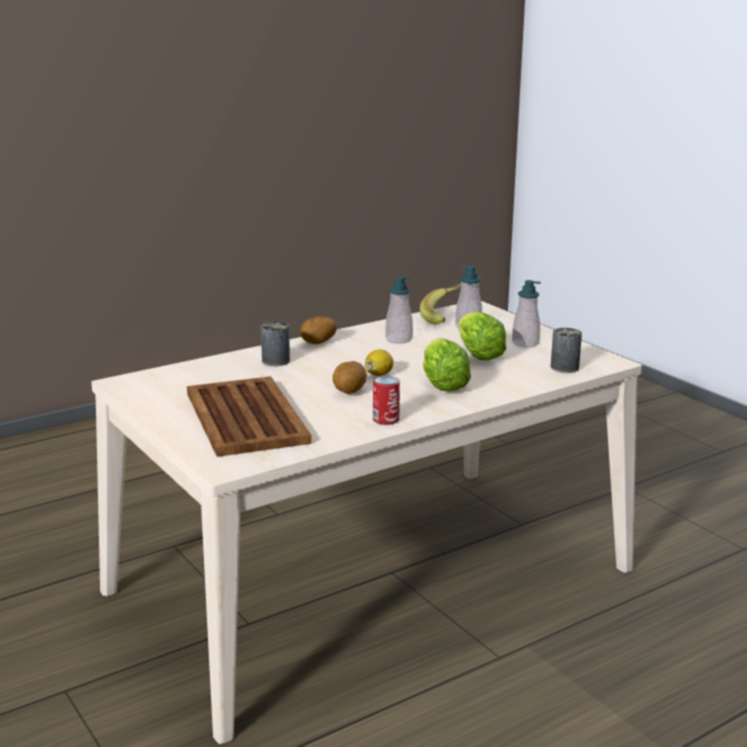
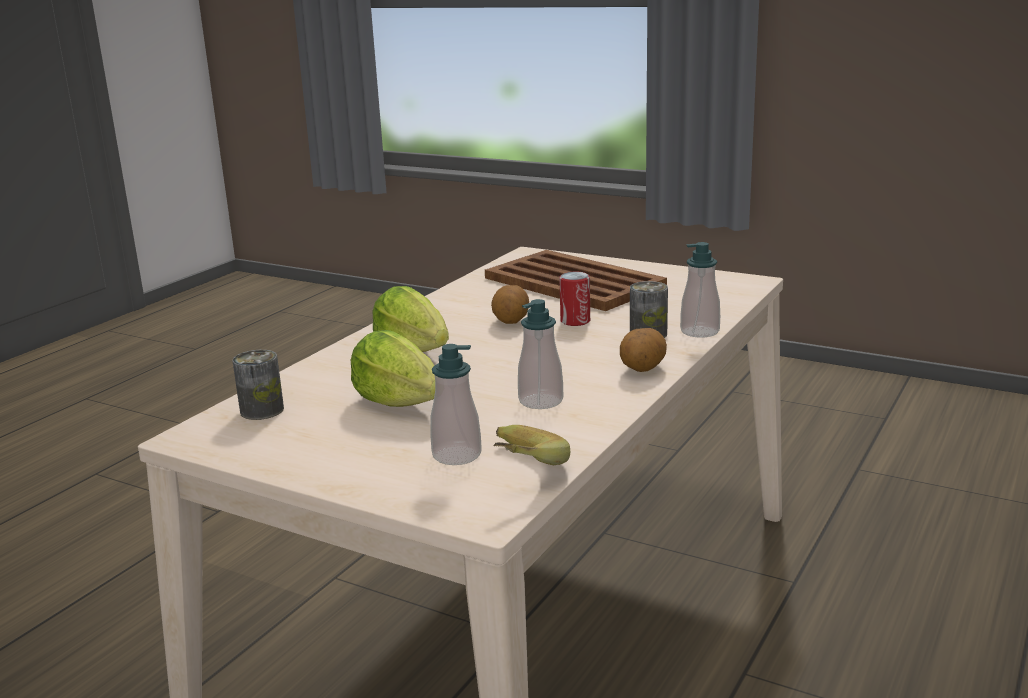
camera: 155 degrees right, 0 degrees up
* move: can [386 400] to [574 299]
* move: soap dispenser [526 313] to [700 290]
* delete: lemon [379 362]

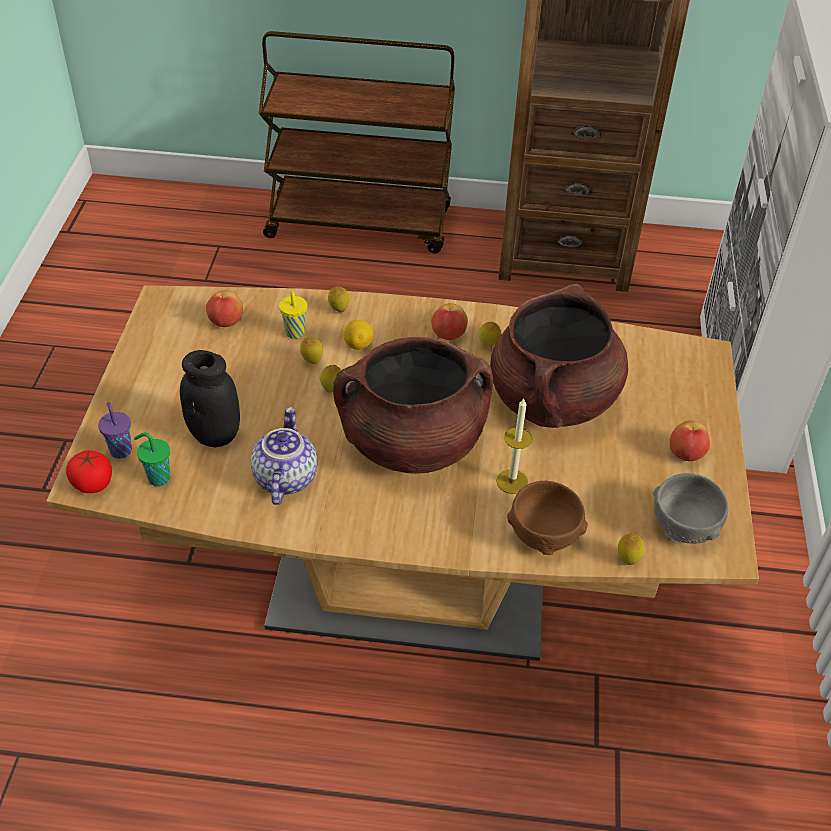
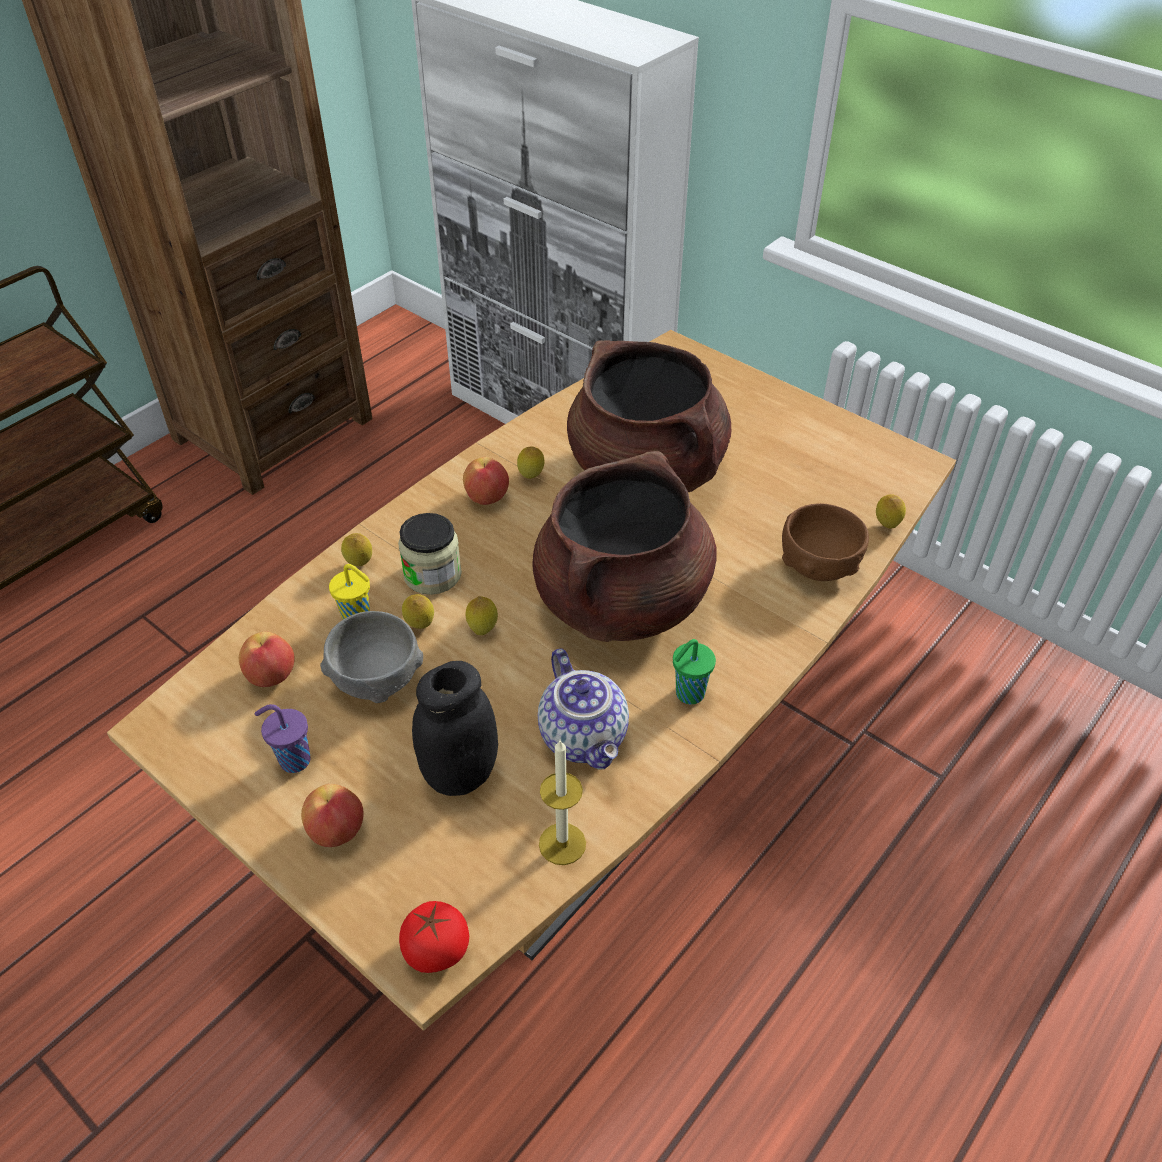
camera: 55 degrees left, 0 degrees up
* move: purple cup [115 430] to [283 738]
* move: apple [690 441] to [332 815]
* move: grey bowl [690 508] to [371 657]
* replace: lemon [358 335] to jar [430 554]
* rotate: teapot [284 456] = [583 709] 150 degrees counterclockwise
* move: candle [514 446] to [562 802]
* move: green cup [152 459] to [694 672]

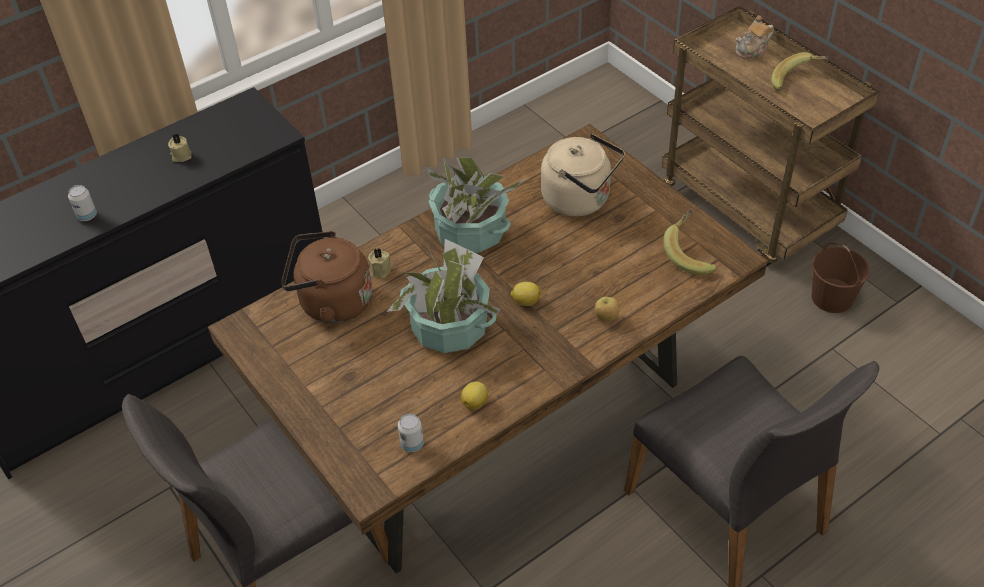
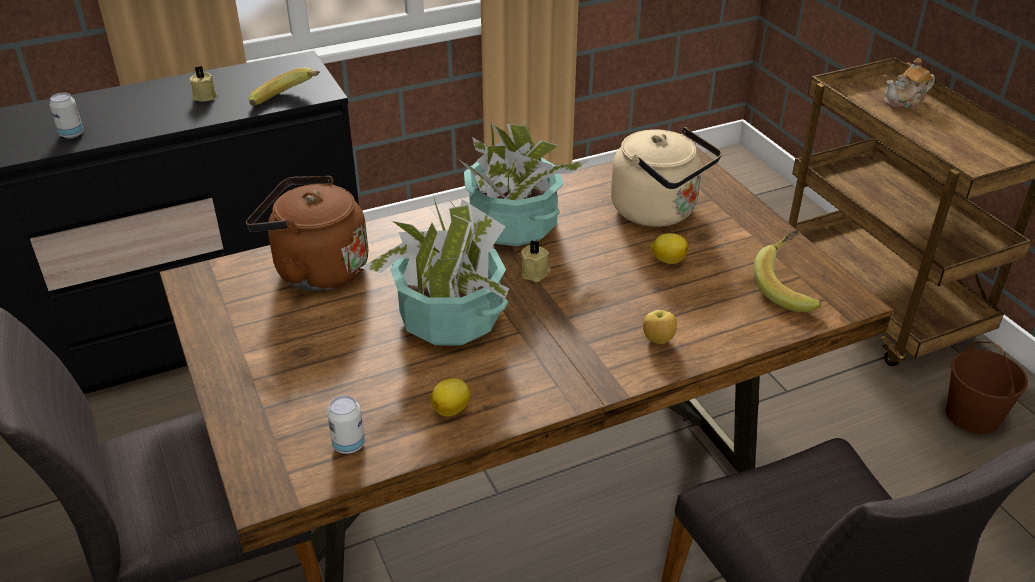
camera: 10 degrees right, 10 degrees down
* move: banana [800 71] to [284 87]
* move: beige candle [380 263] to [536 261]
* move: lemon [525 294] to [669 248]

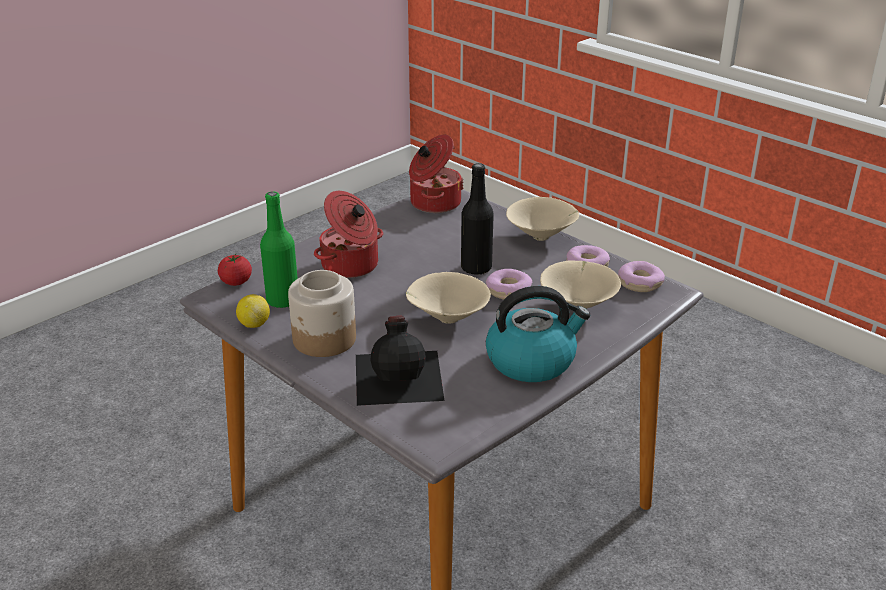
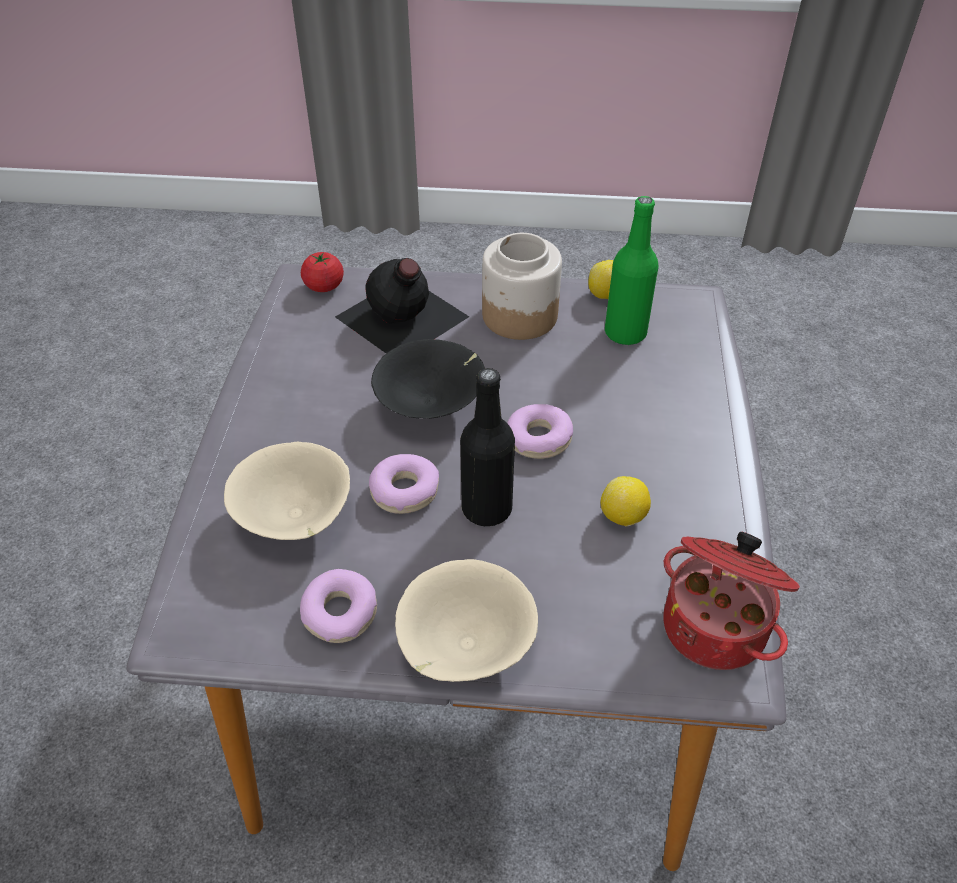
camera: 140 degrees right, 15 degrees up
* move: tomato [235 270] to [322 272]
* recolor: beige bowl [448 298] to black bowl [428 379]
* move: donut [641 276] to [540 431]
* insert: lemon [625 501]
* delete: cooking pot [348 234]
* delete: kettle [538 334]

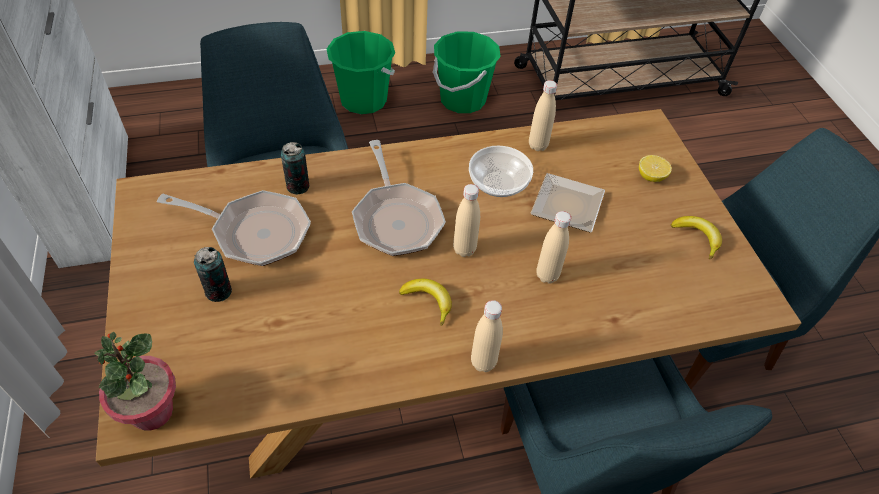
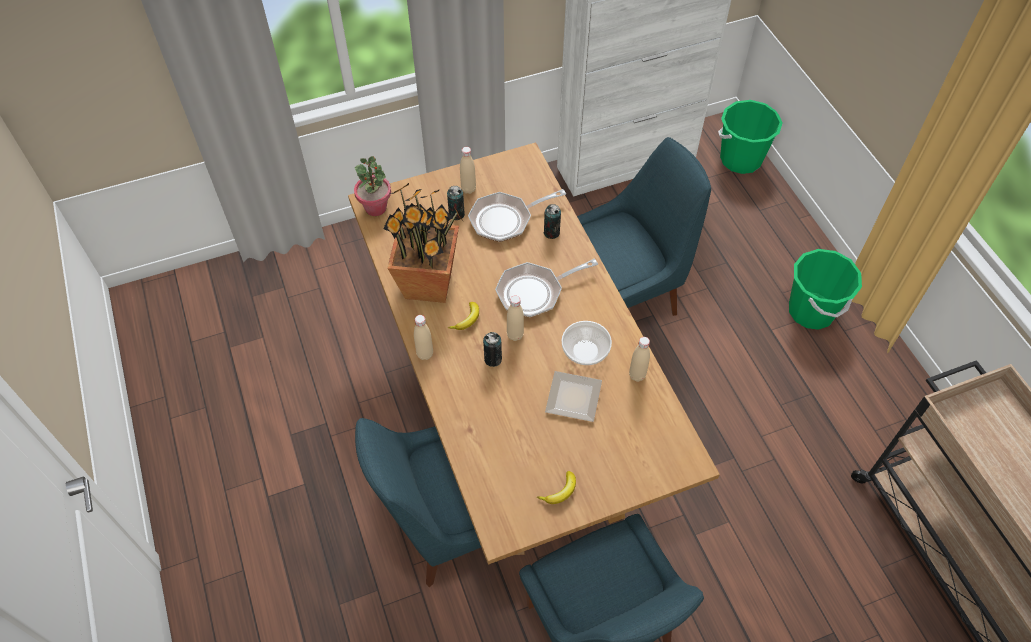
camera: 85 degrees right, 5 degrees up
* insert: potted plant [423 243]
* move: beige bottle [553 247] to [468 170]
* rotate: frying pan [234 228] = [517 215] 60 degrees clockwise
* insert: can [492 349]
* move: green bucket [467 72] to [750 137]
* delete: lemon [655 168]

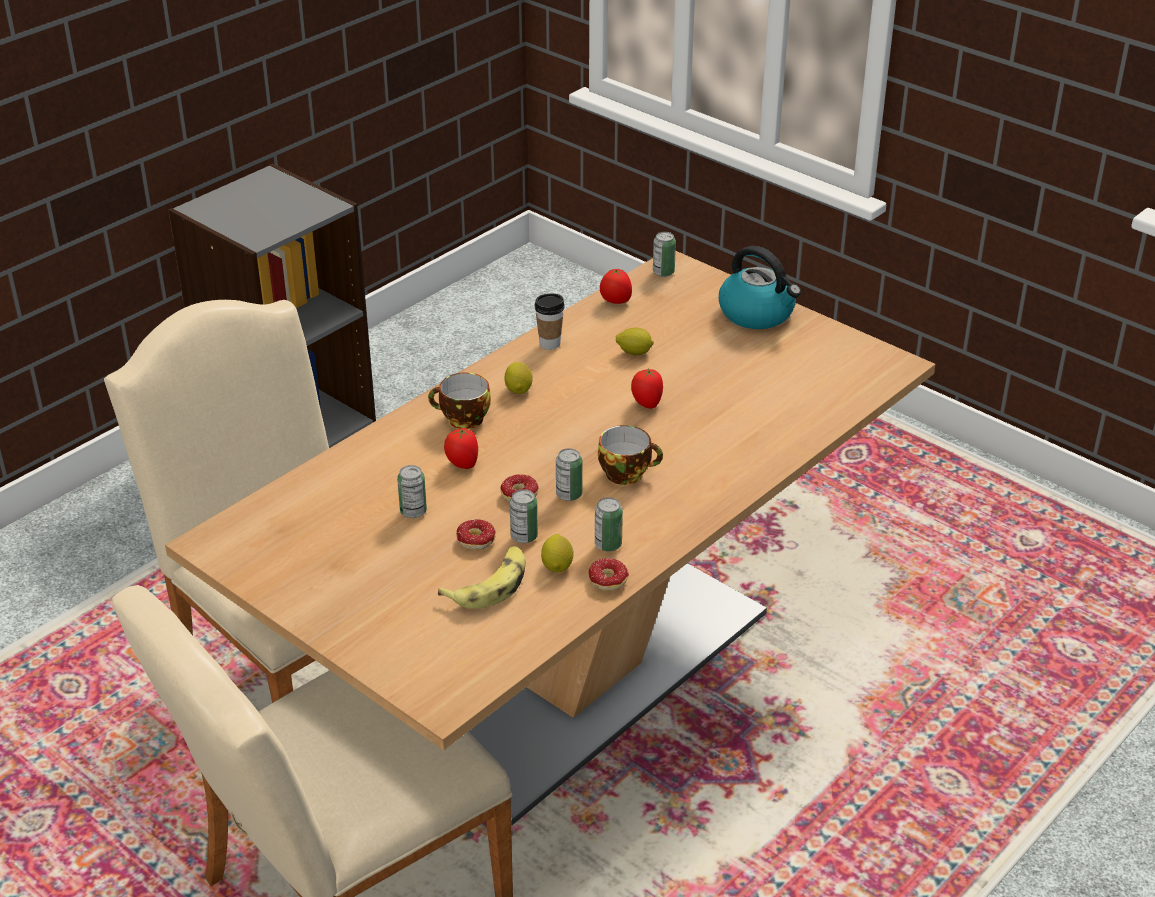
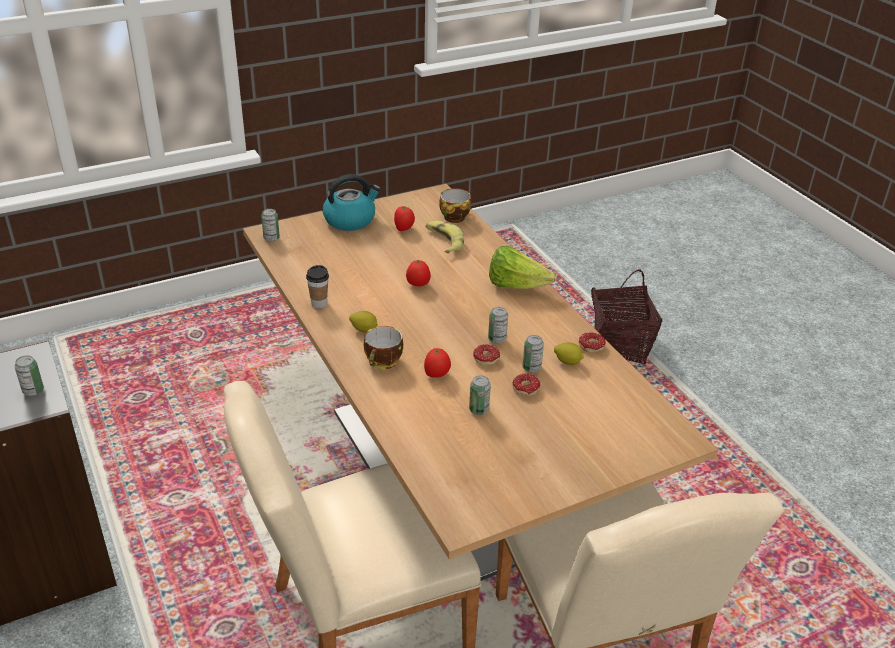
camera: 70 degrees left, 0 degrees up
* move: can [609 524] to [29 375]
* move: tomato [616 286] to [404 218]
* move: banana [481 577] to [444 237]
* move: cup [630 455] to [455 205]
* insert: lettuce [523 267]
* insert: basket [627 317]
* delete: lemon [635 341]

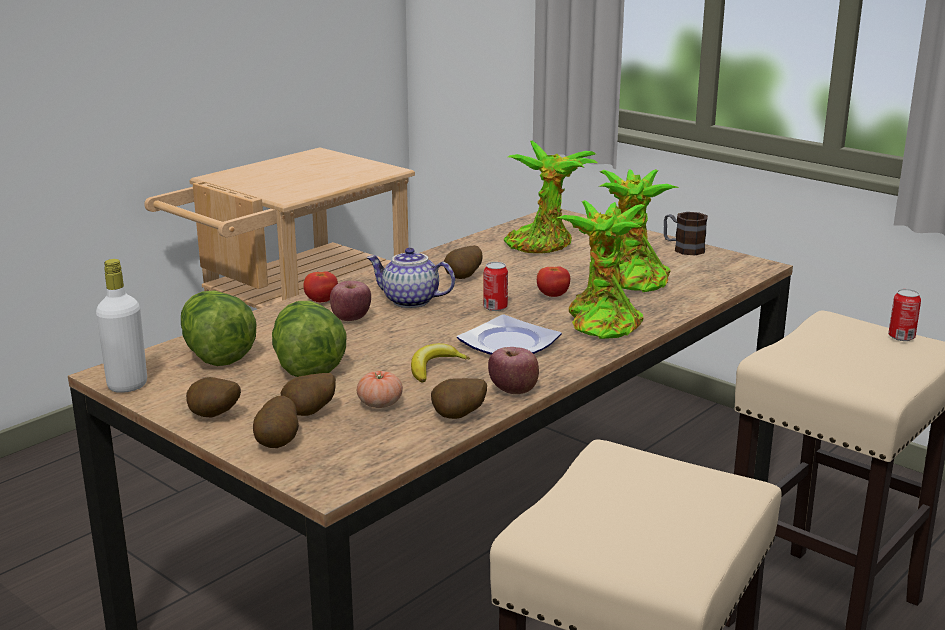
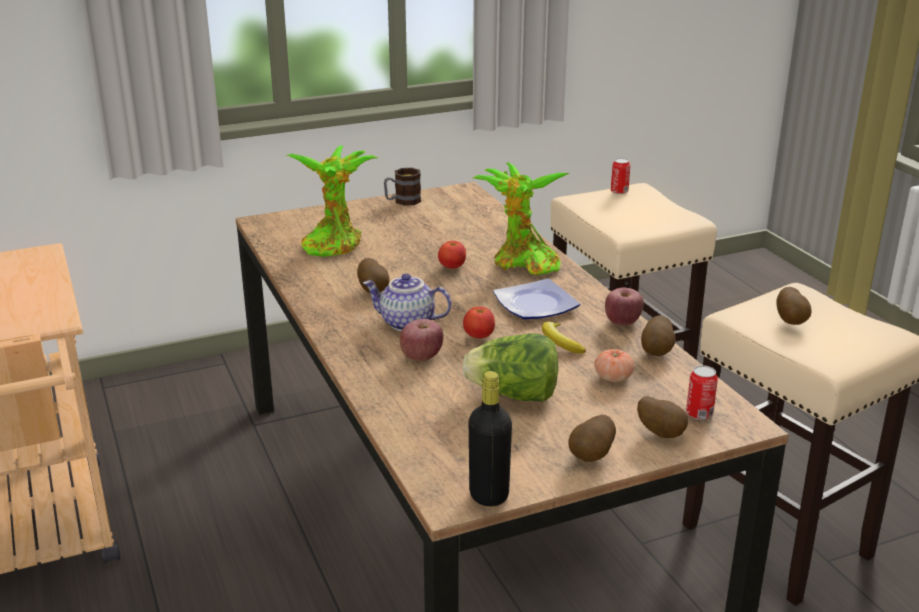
camera: 65 degrees left, 5 degrees up
* rotate: teapot [410 278] = [407 302] 60 degrees clockwise
* move: tomato [320 286] to [479 322]
* recolor: white bottle [121 326] to black bottle [490 438]
* move: can [495 286] to [702 392]
* move: potato [308 394] to [794 306]
* delete: lettuce [218 328]
* delete: potted plant [639 230]

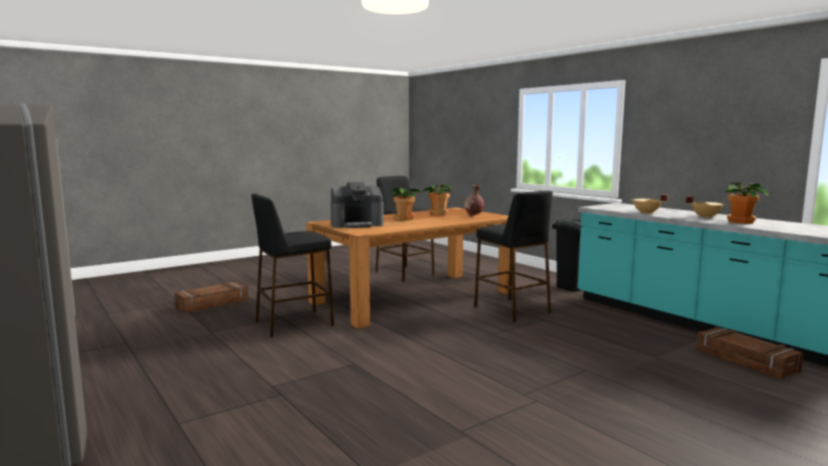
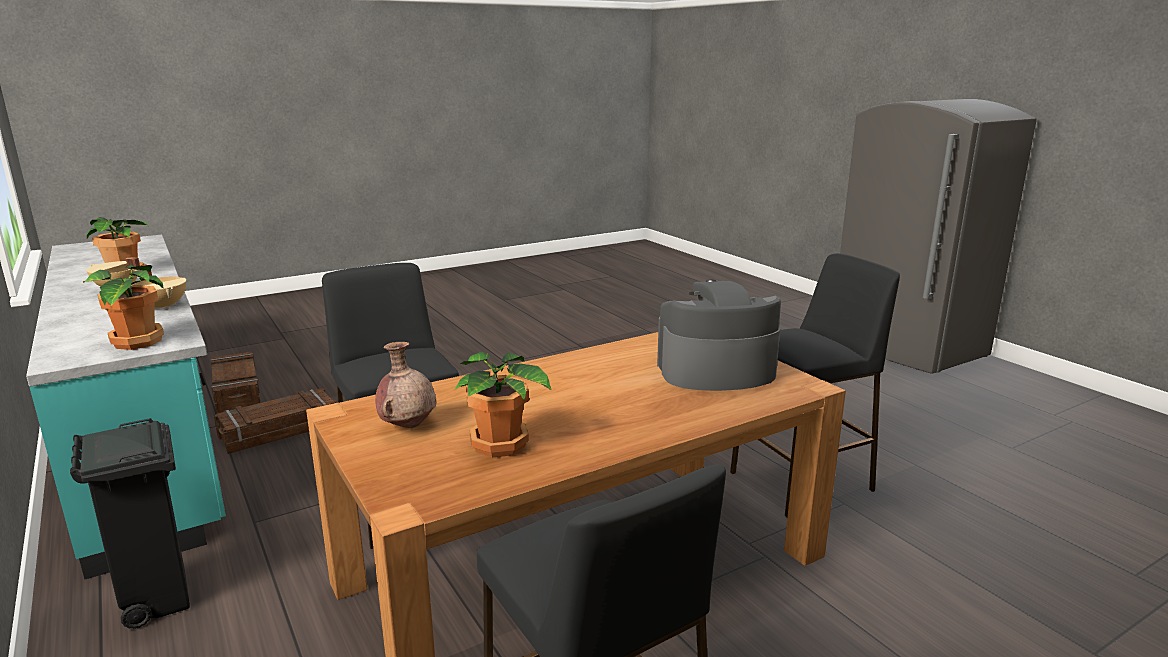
camera: 175 degrees left, 10 degrees up
* move: potted plant [406 204] to [123 307]
* move: crate [211 297] to [275 421]

